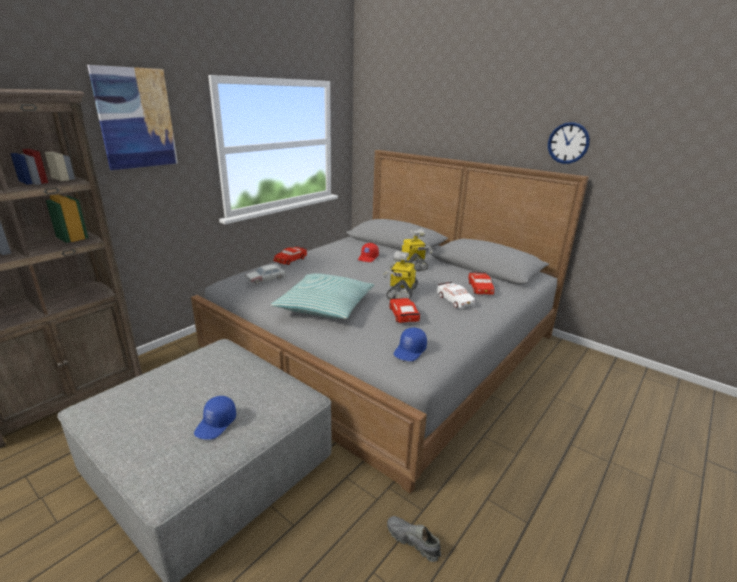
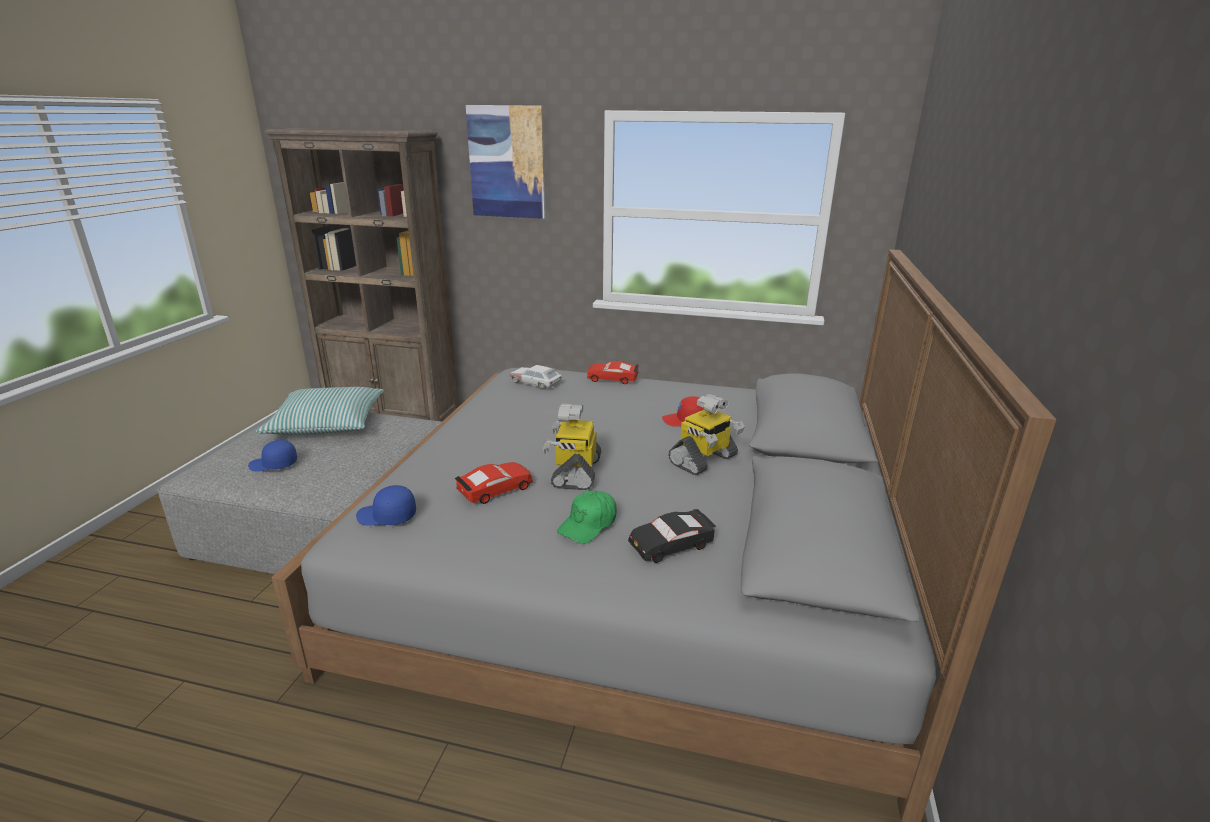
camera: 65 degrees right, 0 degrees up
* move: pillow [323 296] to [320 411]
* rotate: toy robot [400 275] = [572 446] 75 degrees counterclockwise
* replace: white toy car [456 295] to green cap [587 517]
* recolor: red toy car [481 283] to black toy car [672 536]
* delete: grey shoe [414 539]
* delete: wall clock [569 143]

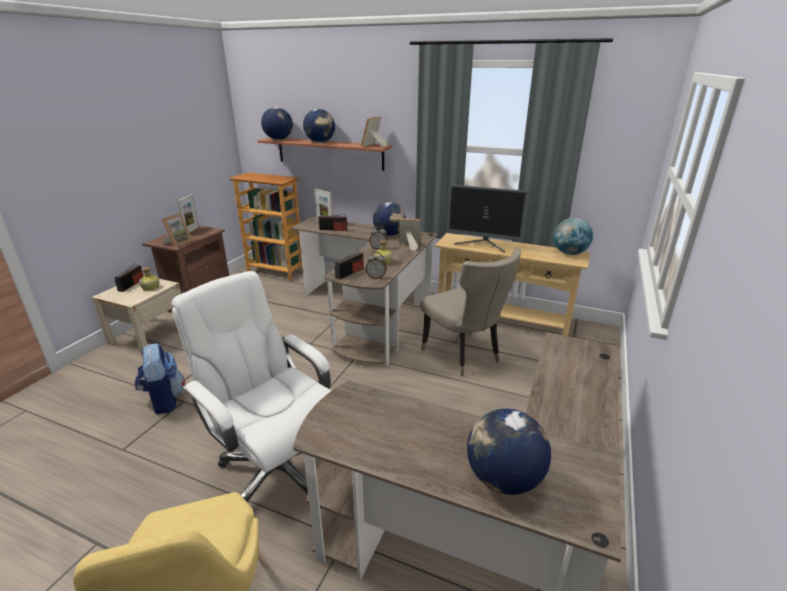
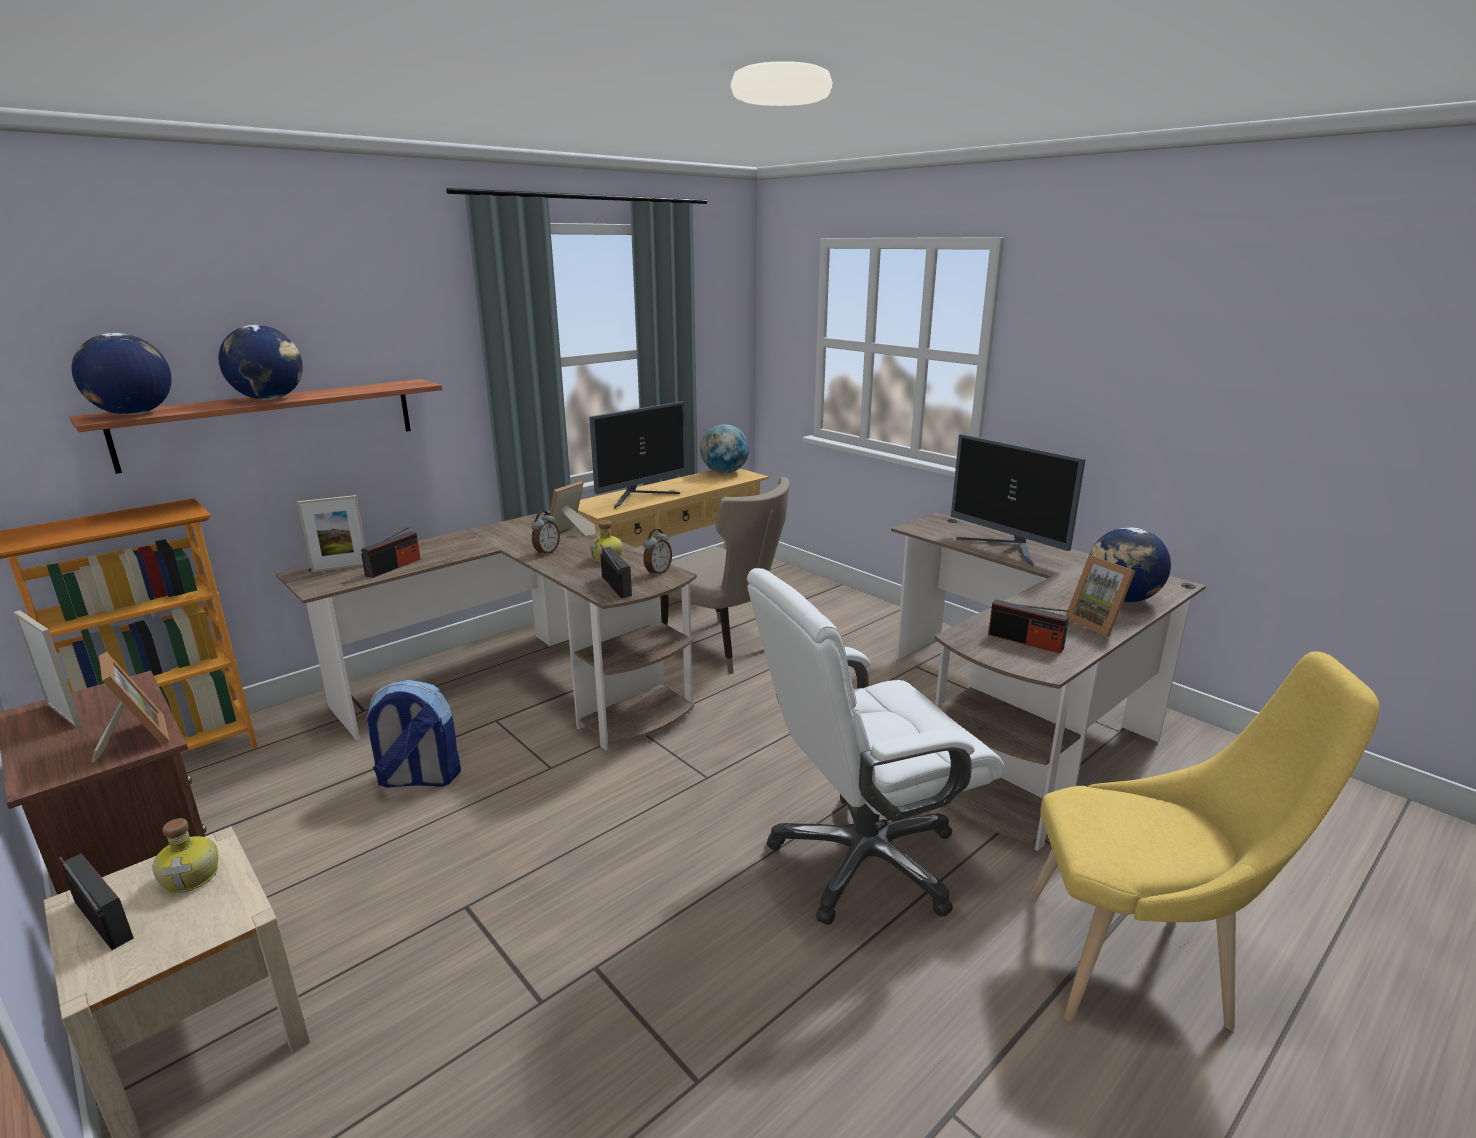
camera: 65 degrees left, 5 degrees down
* move: backpack [160 378] to [412 734]
* rotate: beige chair [470 312] = [725 575] 45 degrees clockwise
* insert: monitor [1018 500]
* insert: radio [1028 626]
* move: picture frame [374 131] to [1100 596]
* delete: globe [389 219]

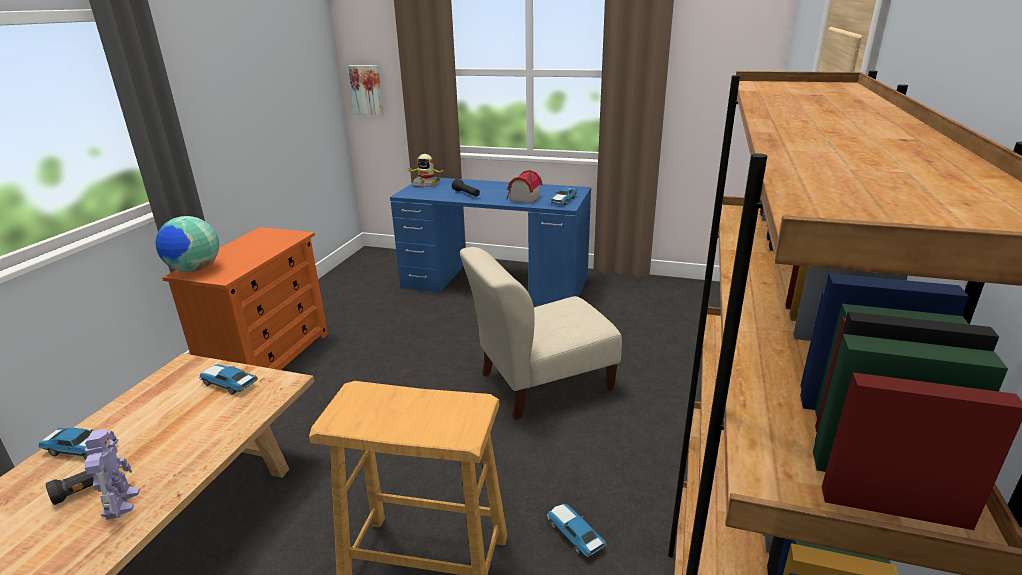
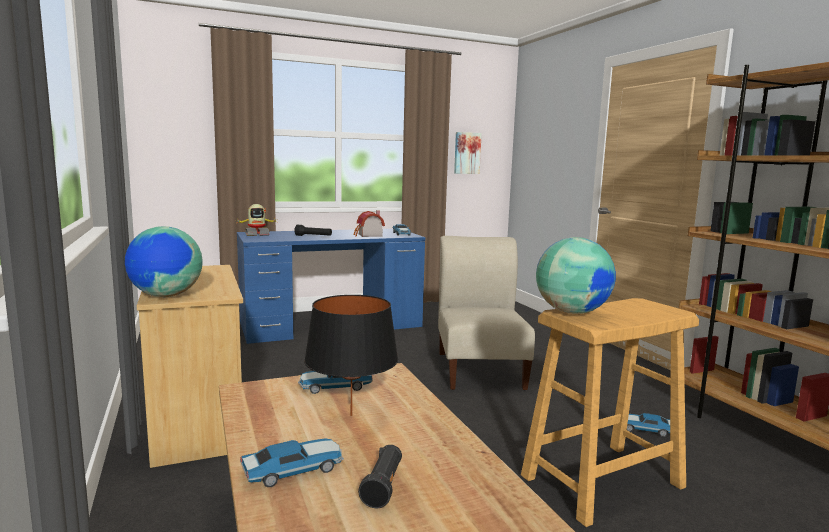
camera: 40 degrees left, 15 degrees down
* recolor: orange dresser [245 298] to beige dresser [190 366]
* insert: black table lamp [351 355]
* rotate: beige chair [541 333] = [486 313] 150 degrees clockwise
* move: picture [366 90] to [468 153]
* insert: globe [576 275]
* delete: toy robot [112 474]

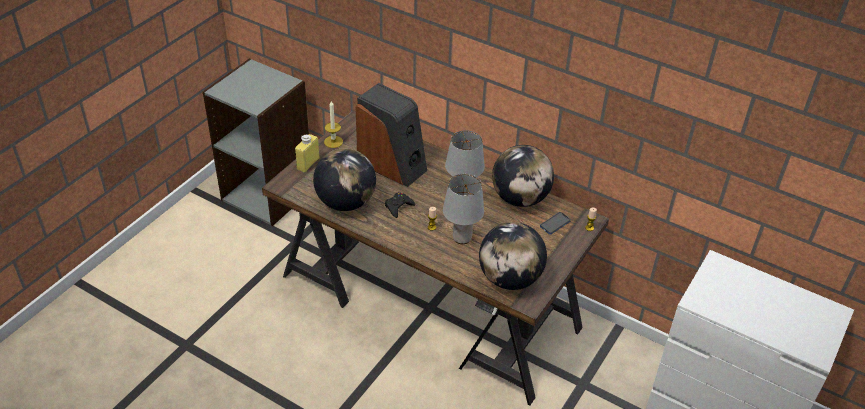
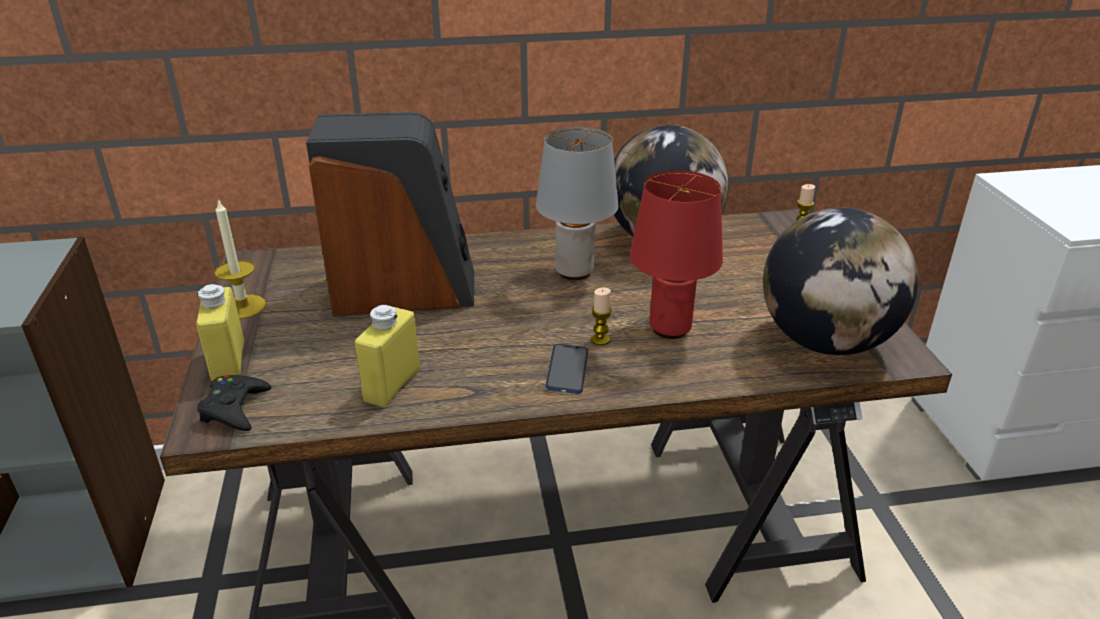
camera: 40 degrees left, 10 degrees down
* move: black game controller [400 205] to [234 403]
* replace: globe [344 179] to yellow bottle [387 356]
* move: phone [555 223] to [567 369]
* recolor: grey table lamp [463 209] to red table lamp [676 254]

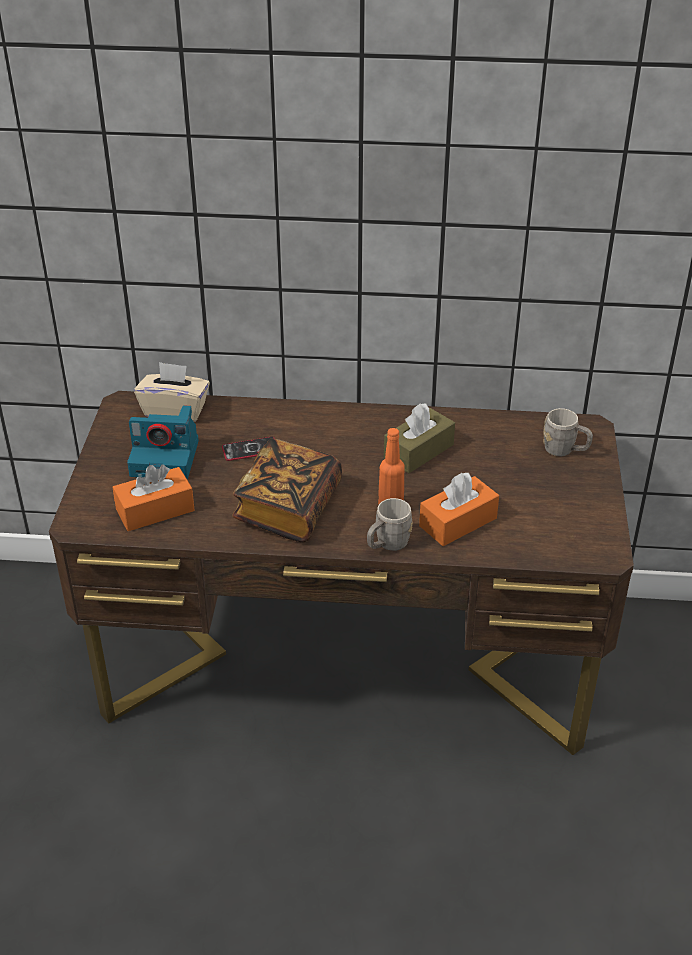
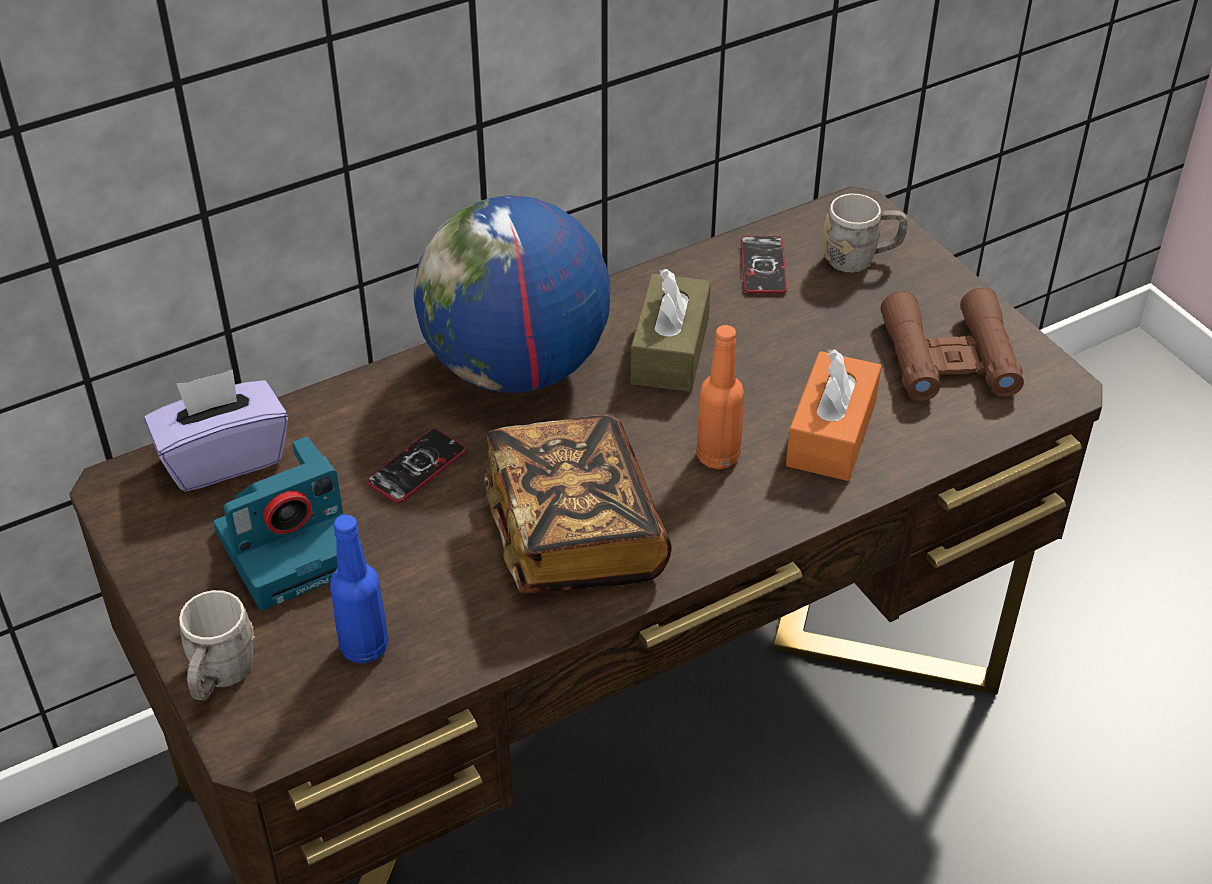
camera: 35 degrees left, 5 degrees up
* recolor: beige tissue box [172 392] to purple tissue box [216 430]
* move: grey mug [390 524] to [217 645]
* replace: orange tissue box [153 497] to blue bottle [359 589]
* insert: globe [512 294]
* insert: phone [764 264]
* insert: brown binoculars [952 344]

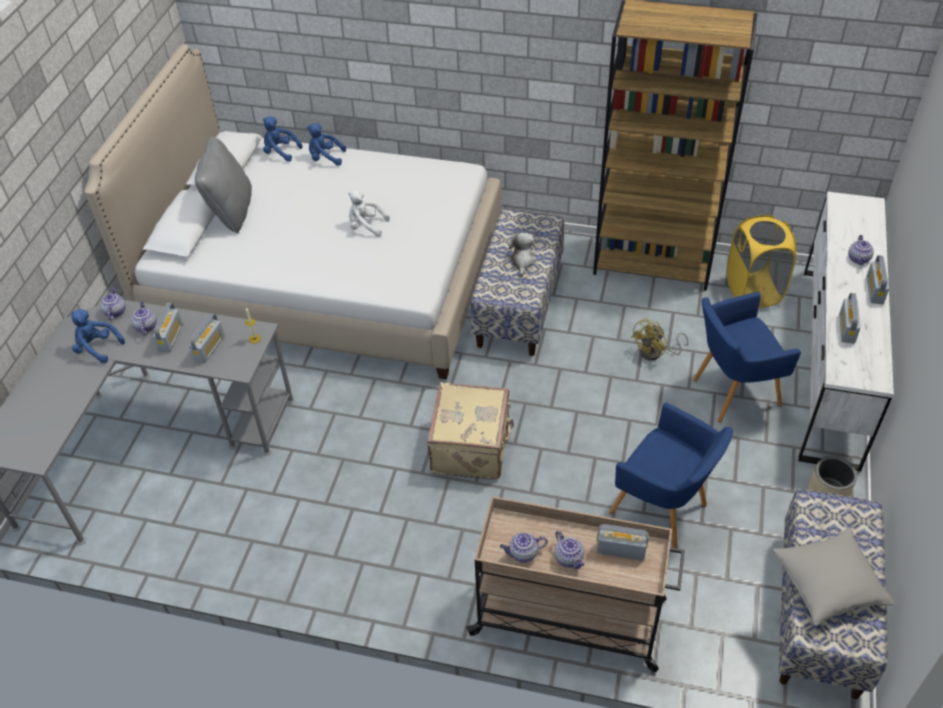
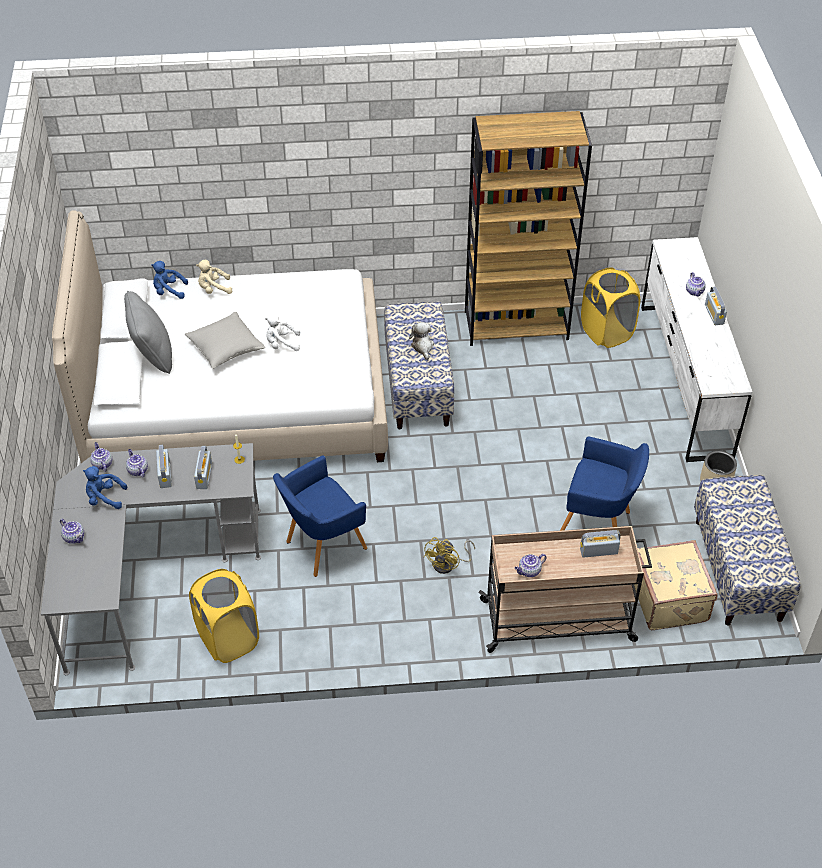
camera: 20 degrees left, 0 degrees up
* move: teapot [569 550] to [72 531]
* move: grey pillow [834 577] to [225 340]
* insert: yellow laundry basket [224 616]
* recolor: blue plush toy [326 144] to beige plush toy [214 277]
* move: blue armchair [747 357] to [320 516]
* move: yellow fan [659 339] to [449 555]
* move: beige suitcase [470 430] to [676 585]
* delete: radio [849 318]

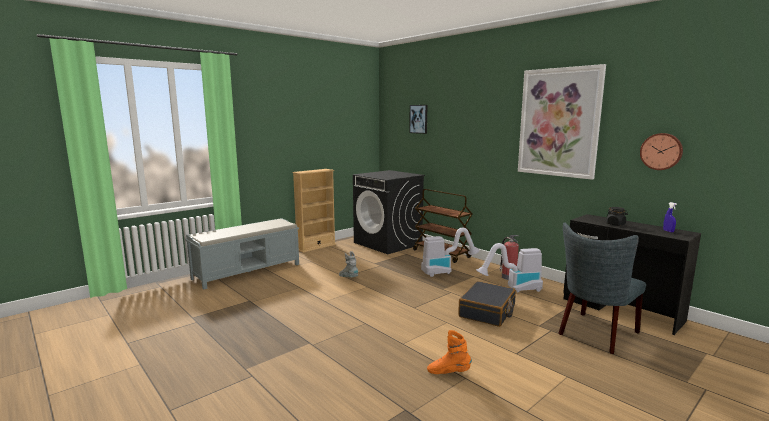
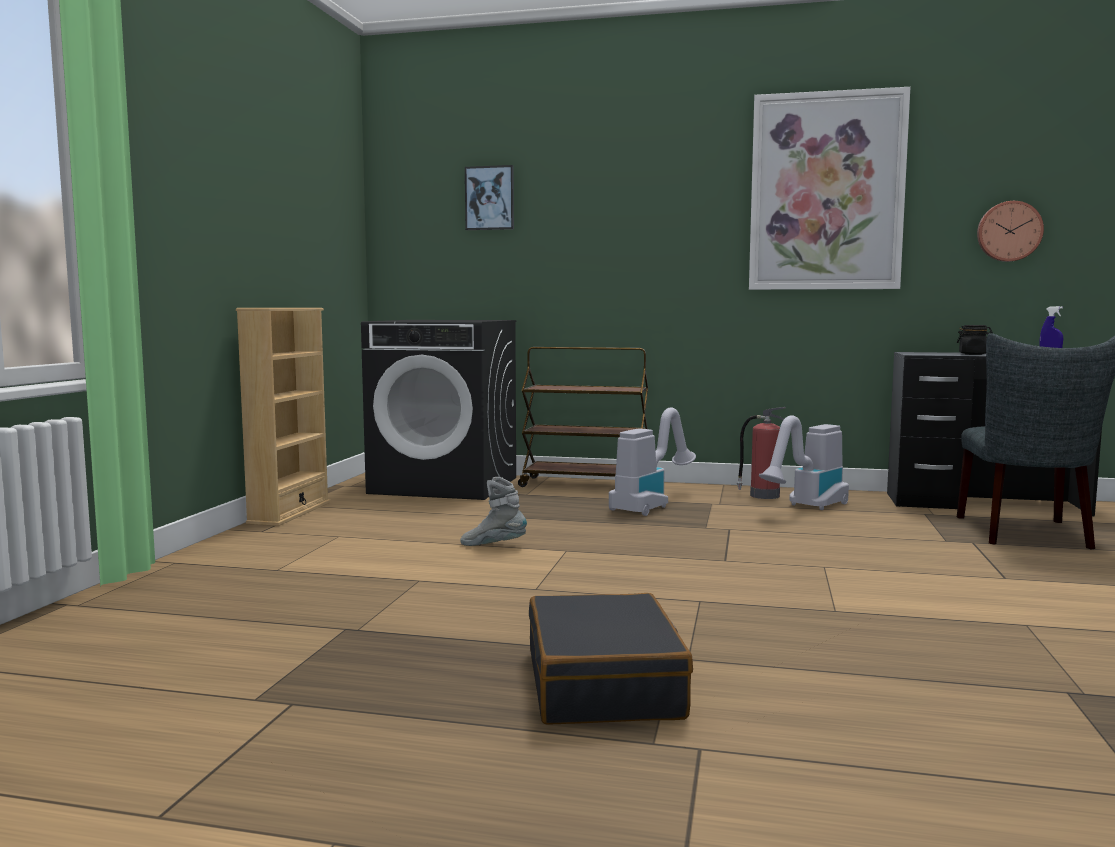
camera: 35 degrees left, 5 degrees down
* move: black suitcase [487 304] to [611 659]
* delete: grey bench [242 253]
* delete: orange boot [449 352]

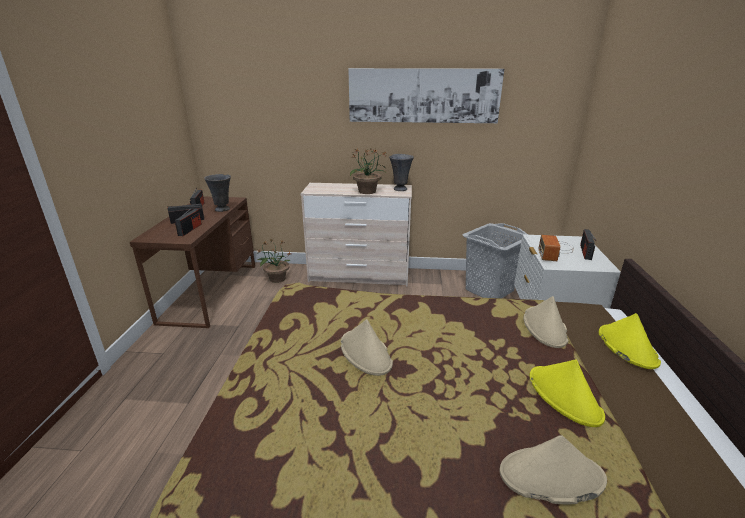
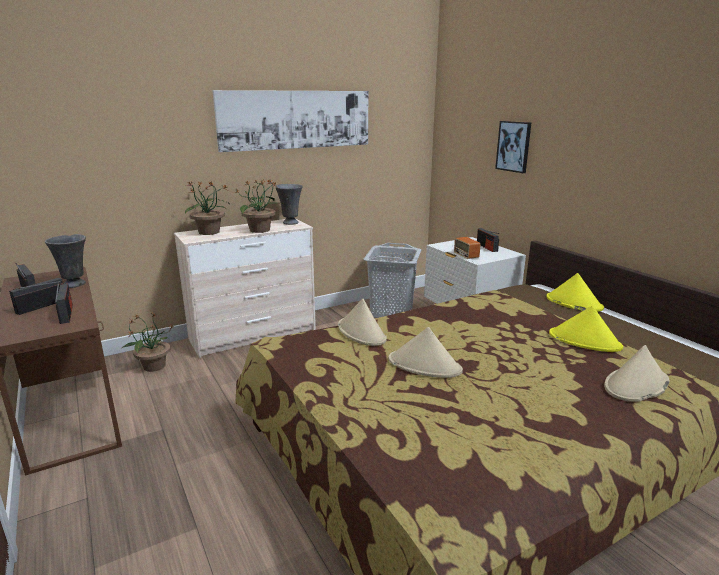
camera: 35 degrees left, 5 degrees down
* insert: potted plant [207 208]
* move: beige hat [546 322] to [362 322]
* insert: picture [513 147]

